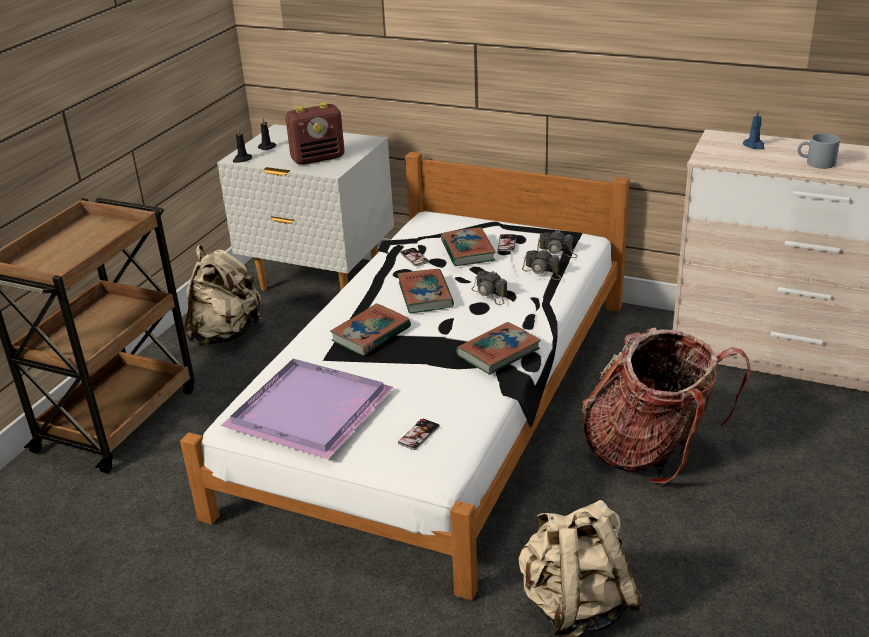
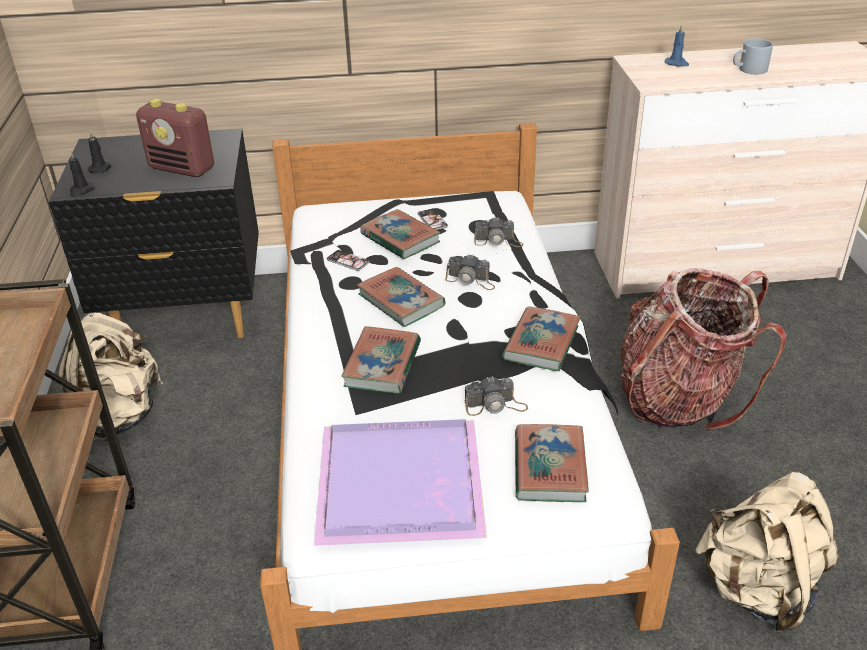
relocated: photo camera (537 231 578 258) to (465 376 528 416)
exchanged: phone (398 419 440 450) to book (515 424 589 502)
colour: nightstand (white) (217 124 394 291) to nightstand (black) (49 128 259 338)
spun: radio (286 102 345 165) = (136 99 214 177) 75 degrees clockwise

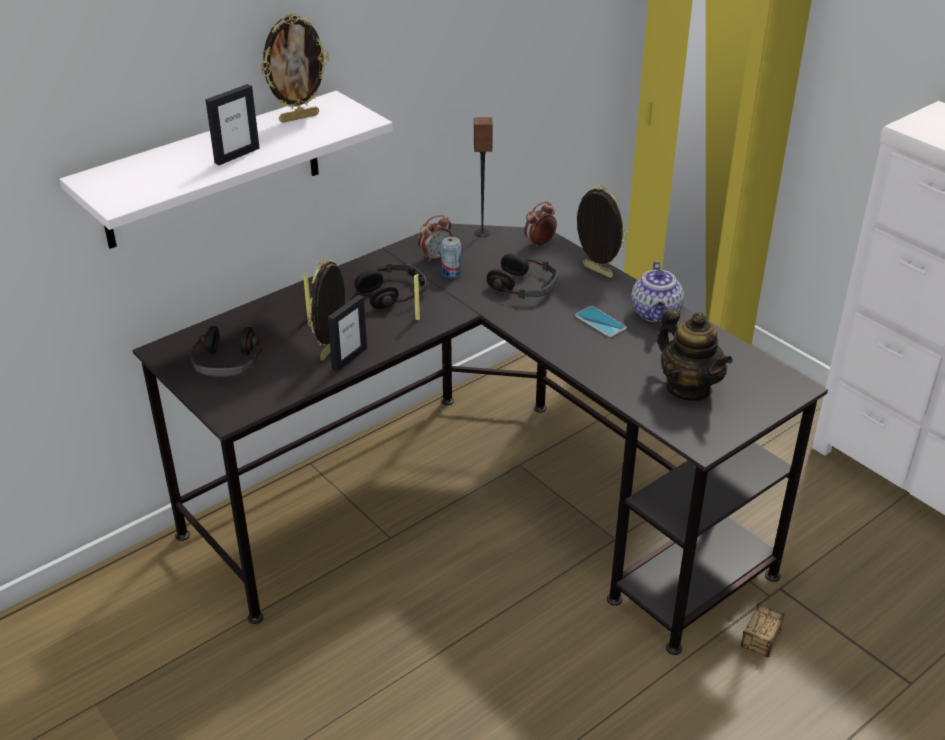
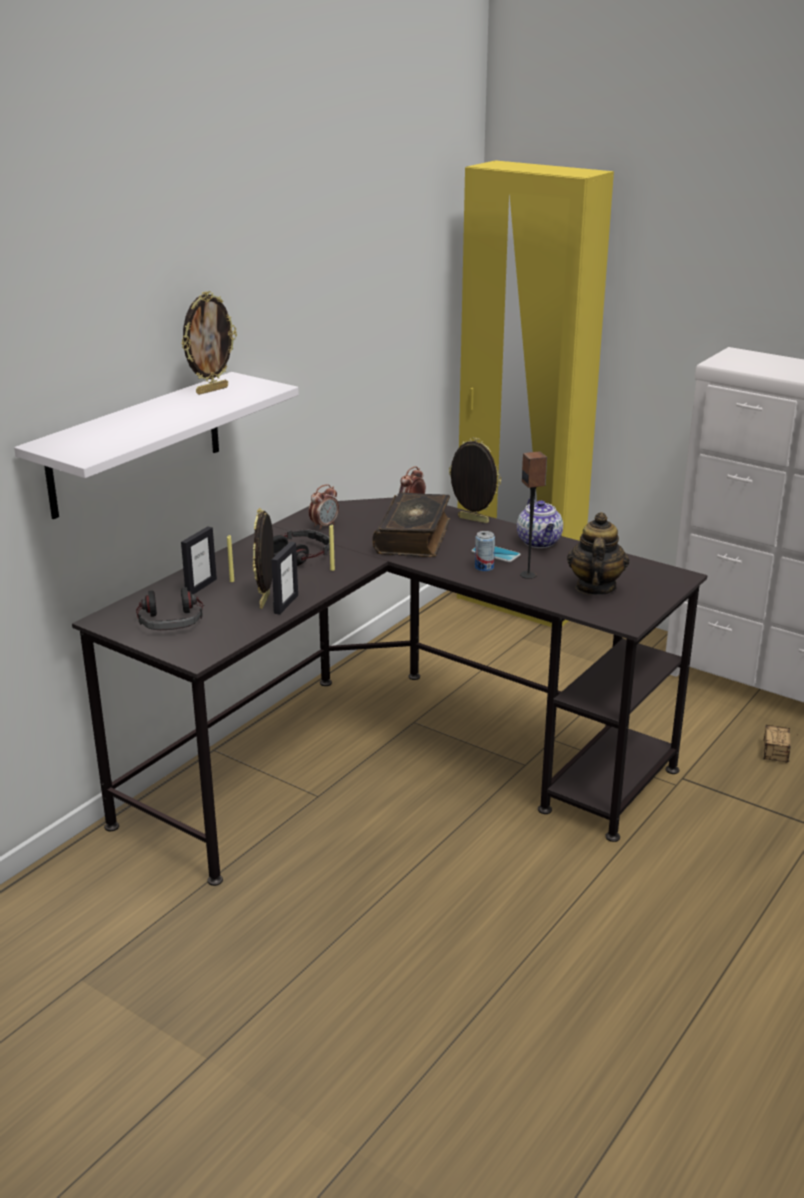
relocated: picture frame (206 84 260 165) to (181 526 217 594); can (441 237 461 278) to (475 531 495 572); speaker (474 117 493 237) to (520 451 547 579); storage box (741 604 785 657) to (763 725 798 763)
exchanged: headphones (486 254 558 299) to book (372 492 450 557)
spun: teapot (657 309 733 401) = (567 512 629 595) 120 degrees counterclockwise

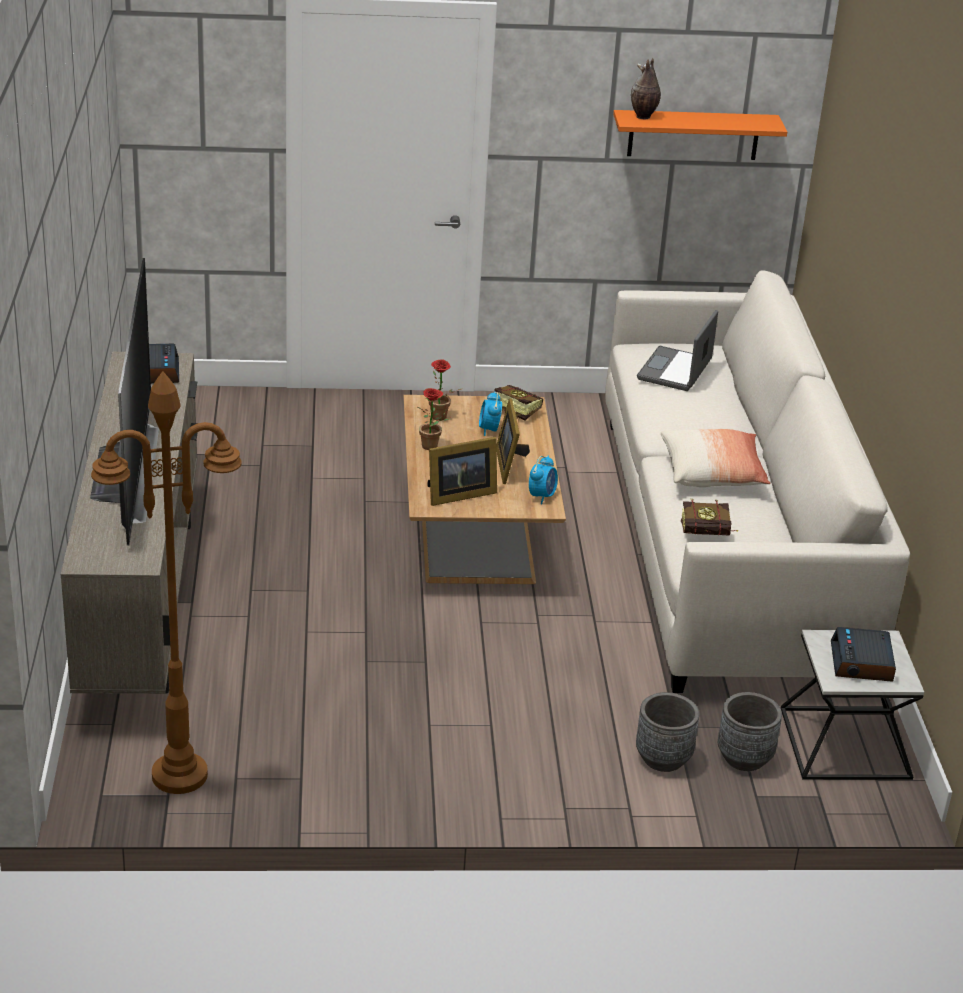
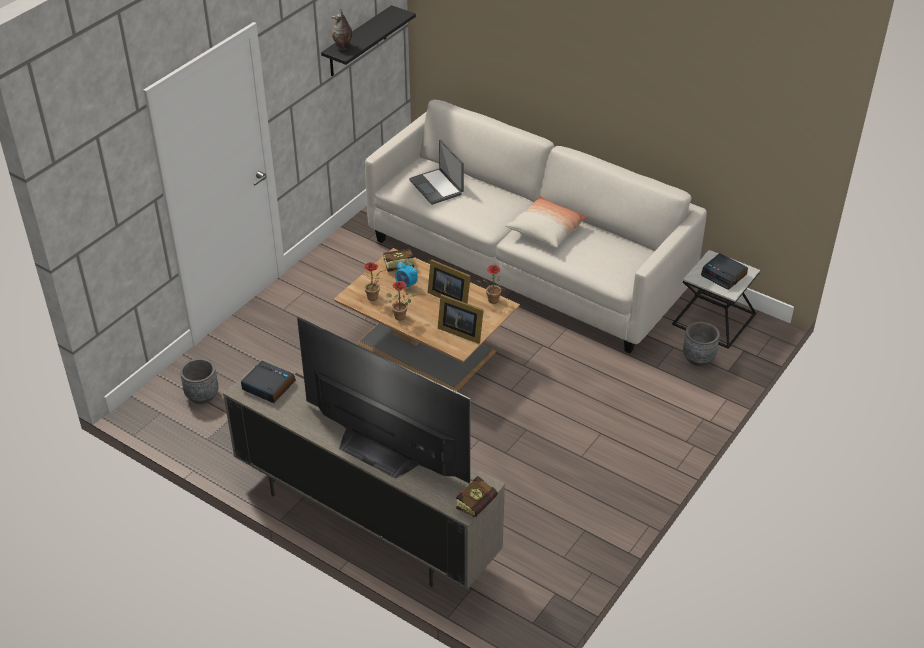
missing: floor lamp (brown) (91 371 242 794)
relocated: planter (grey) (636 692 699 772) to (180 358 219 404); book (681 499 738 536) to (456 476 498 517)
exchanged: alarm clock (529 456 558 504) to potted plant (477 265 506 304)
colour: shelf (orange) (613 110 787 160) to shelf (black) (321 5 416 76)
spun: picture frame (427 437 497 506) = (438 294 484 344) 105 degrees clockwise

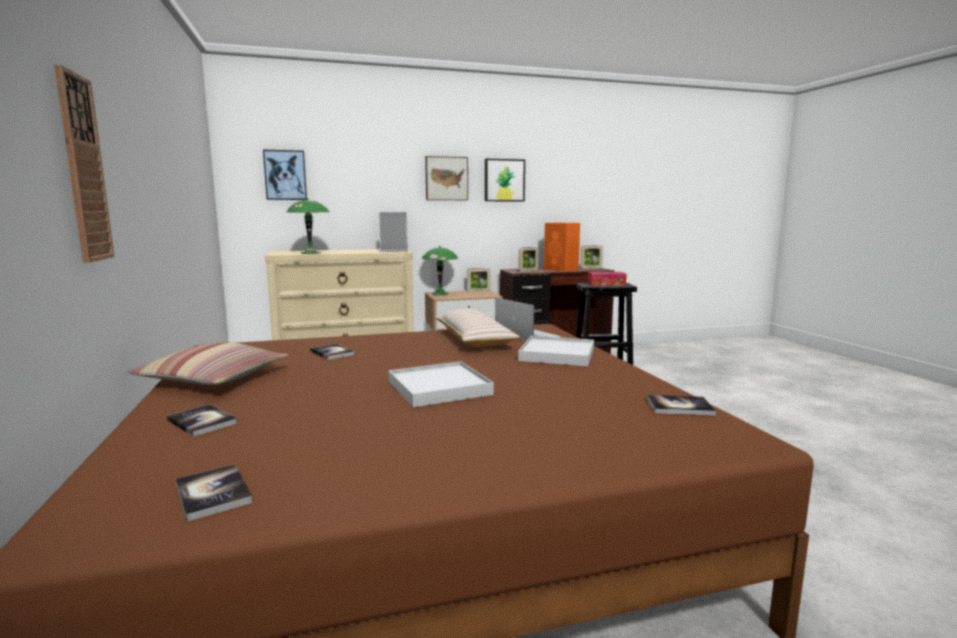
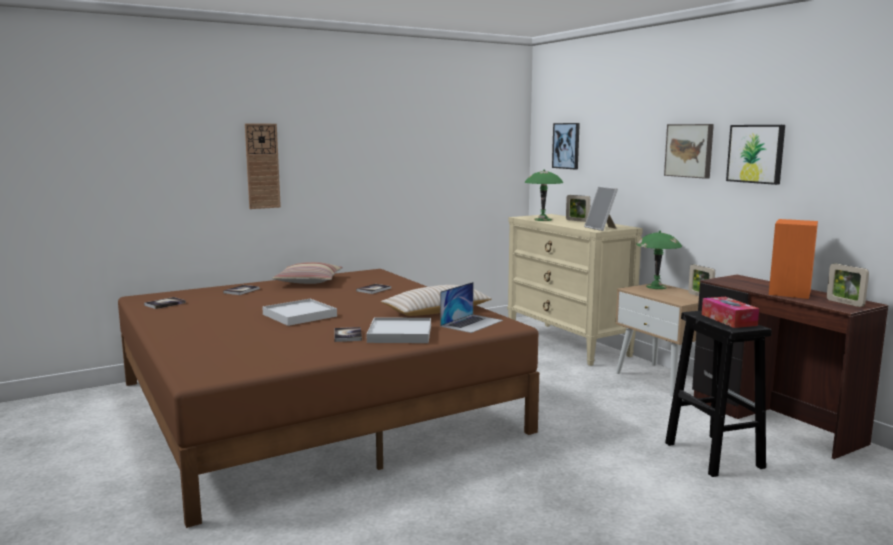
relocated: picture frame (518 247 539 272) to (566 195 590 222); book (647 395 716 416) to (335 327 362 342)

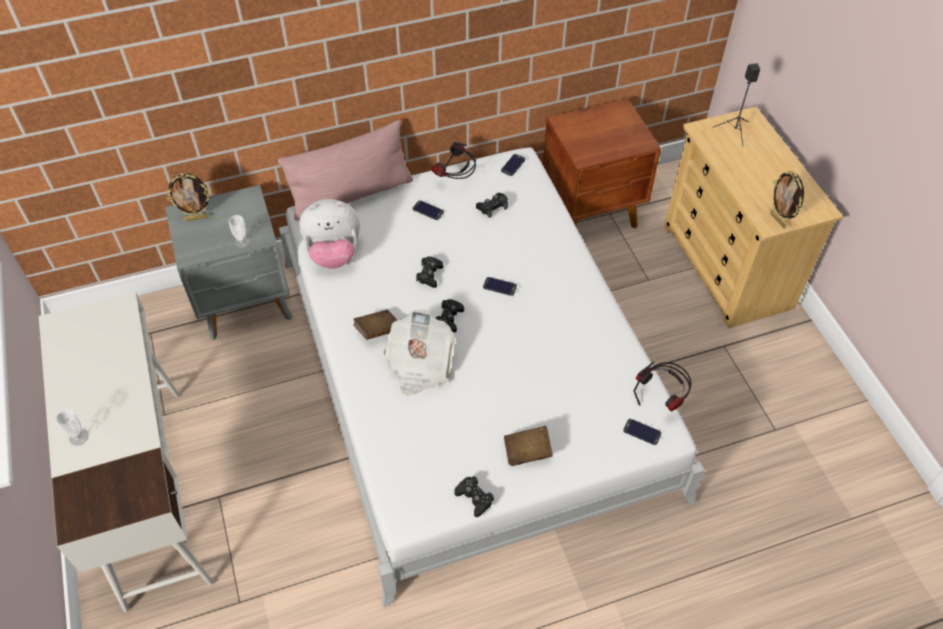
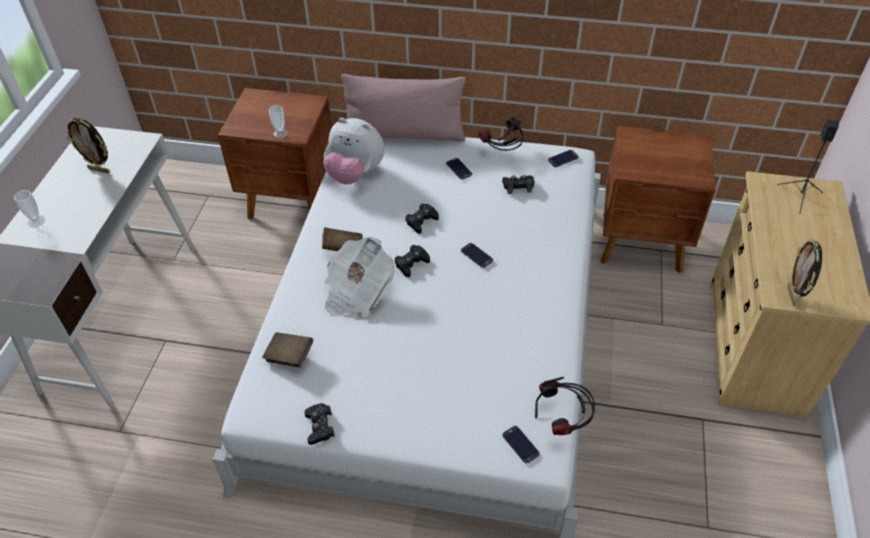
relocated: picture frame (167 173 211 221) to (66 117 110 173); book (brown) (504 426 553 466) to (262 332 313 368)
colour: nightstand (grey) (165 185 292 340) to nightstand (brown) (218 88 332 220)

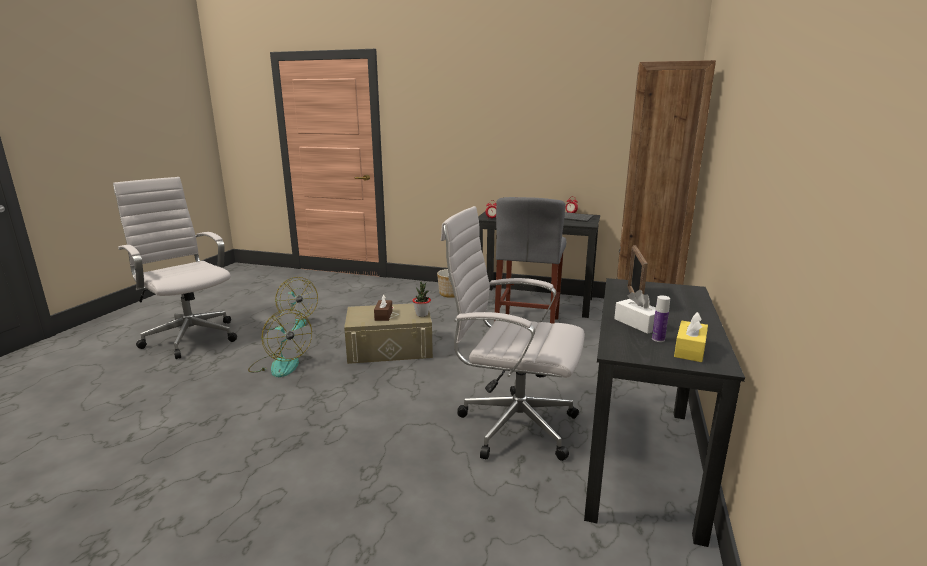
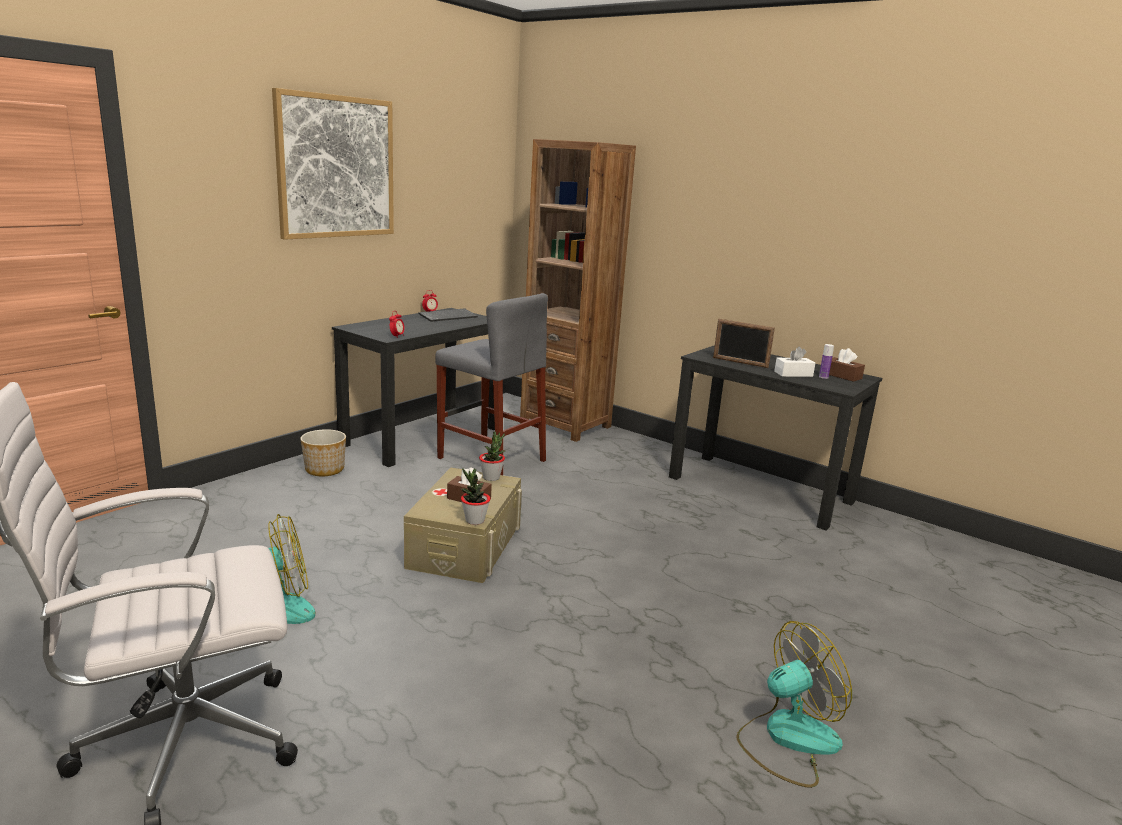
missing: office chair (white) (441 206 585 461)
appeared: picture (272 88 394 240); potted plant (461 468 490 525)
relocated: fan (248 309 312 377) to (737 621 852 788)
colour: tissue box (yellow) (674 312 708 362) to tissue box (brown) (829 348 865 382)

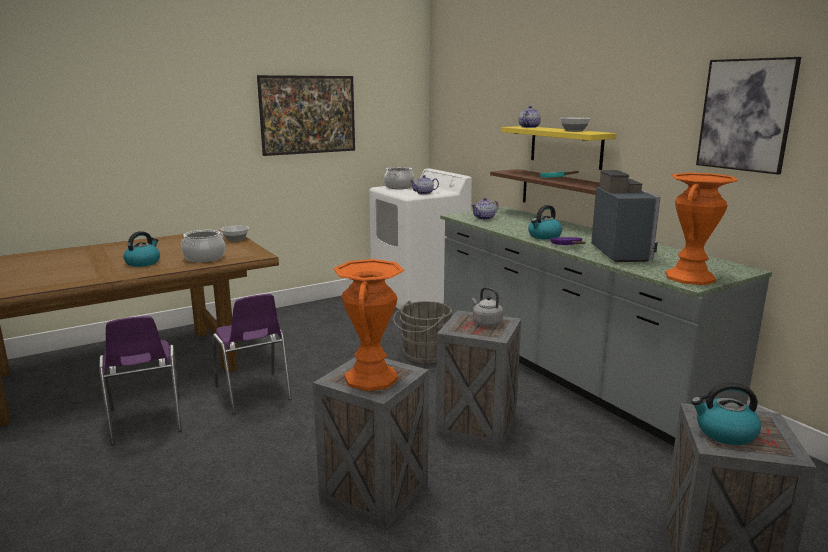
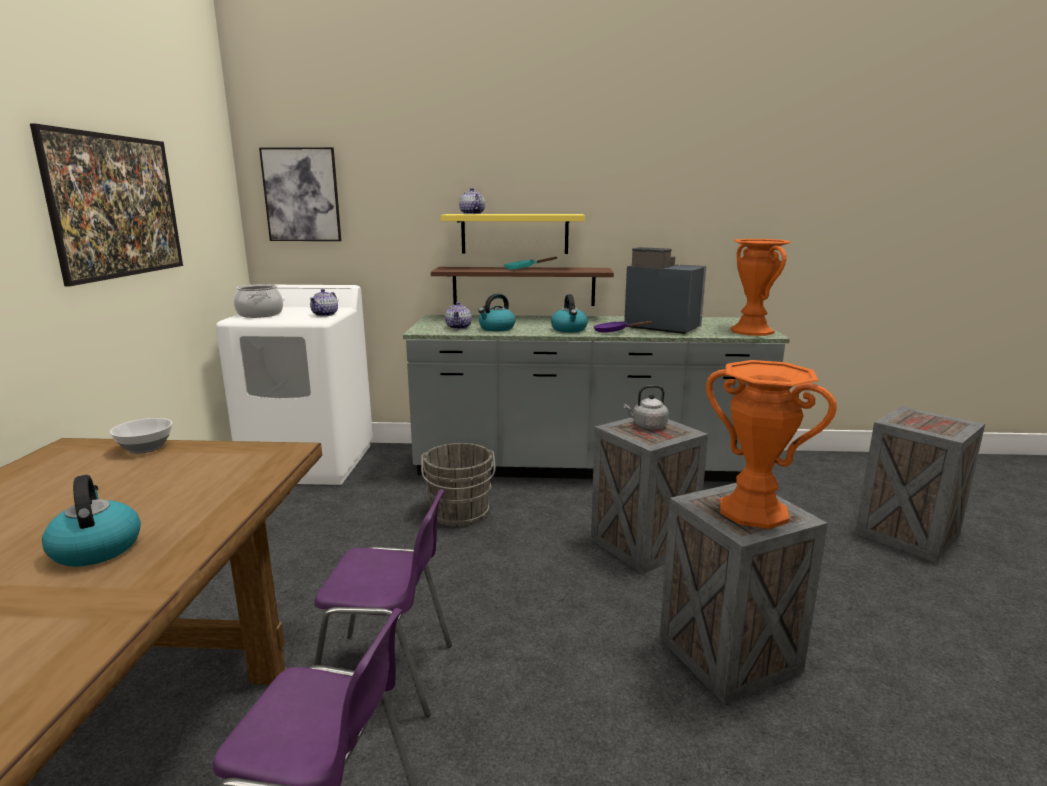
missing: cooking pot (181 230 225 263); bowl (560 117 591 132)
relocated: kettle (691 382 761 445) to (478 294 515 331); picture (696 57 801 175) to (259 147 341 241)

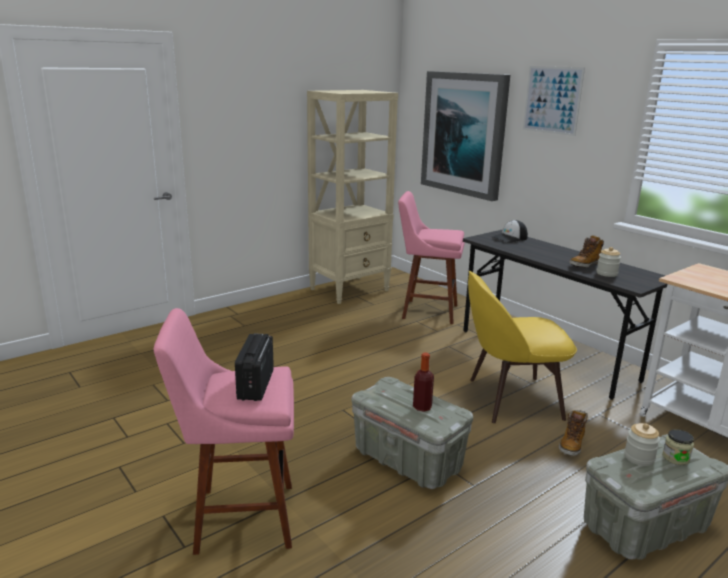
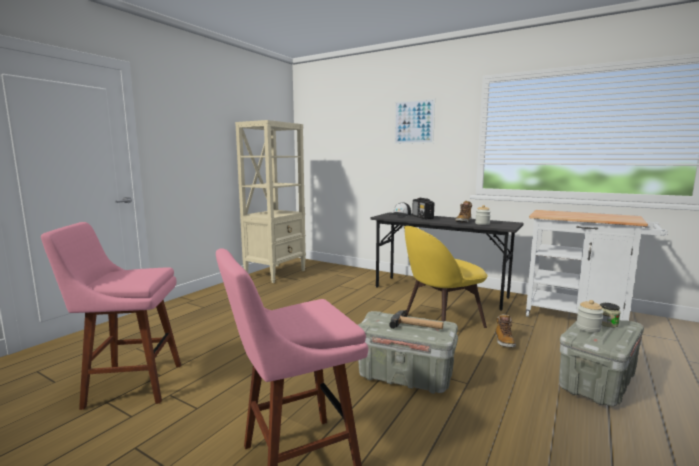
missing: picture (421 71 510 201)
relocated: radio (235 333 274 401) to (412 198 434 220); stool (pink) (398 191 465 324) to (41 222 181 410)
exchanged: bottle (413 352 434 412) to hammer (389 310 443 329)

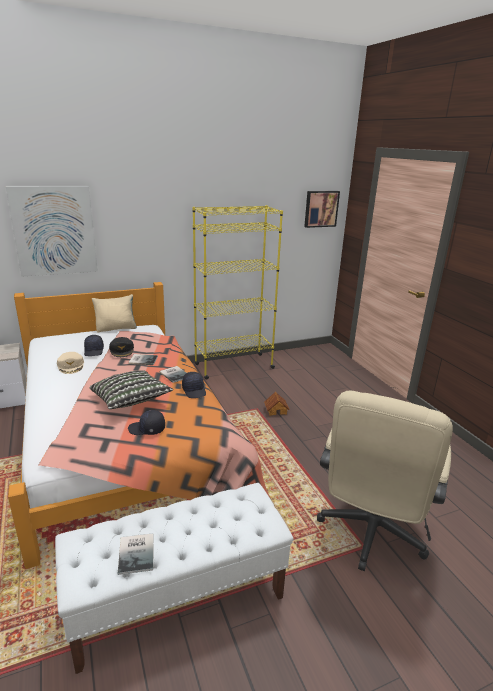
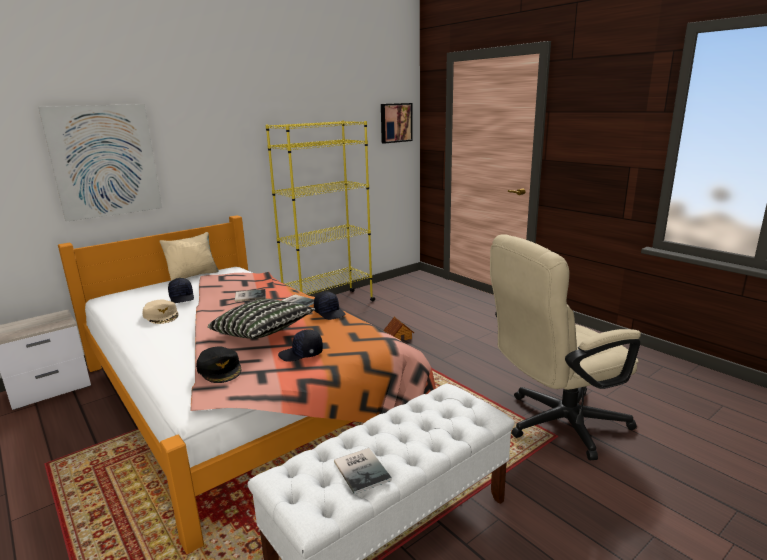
relocated: cap (black) (109 337 134 357) to (196 346 241 383)
spun: office chair (beige) (317 391 453 571) = (490 234 641 460) 60 degrees clockwise

